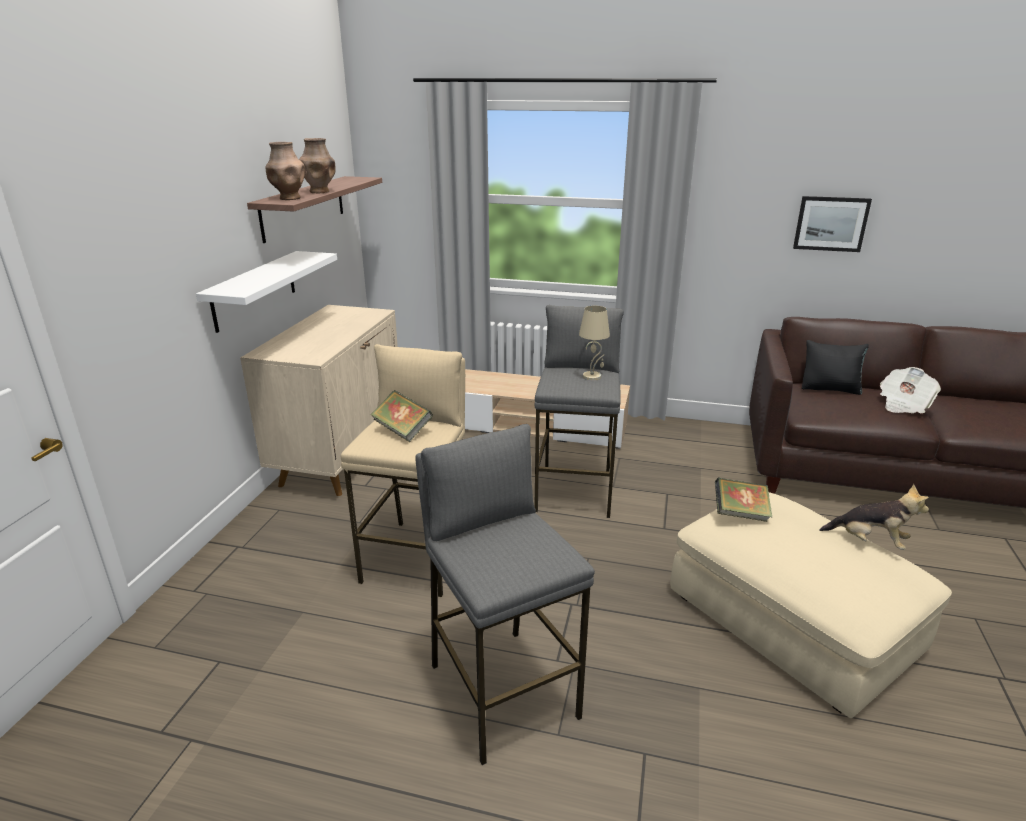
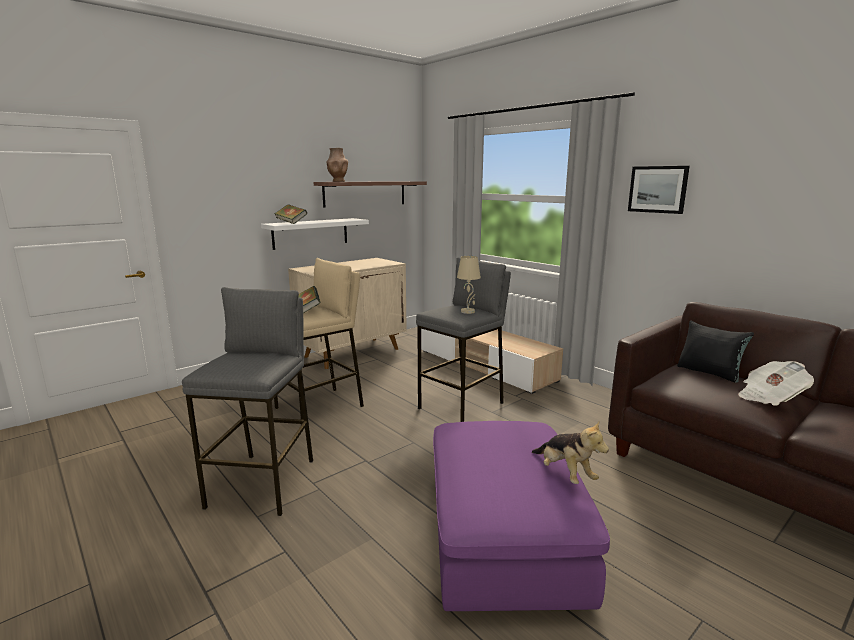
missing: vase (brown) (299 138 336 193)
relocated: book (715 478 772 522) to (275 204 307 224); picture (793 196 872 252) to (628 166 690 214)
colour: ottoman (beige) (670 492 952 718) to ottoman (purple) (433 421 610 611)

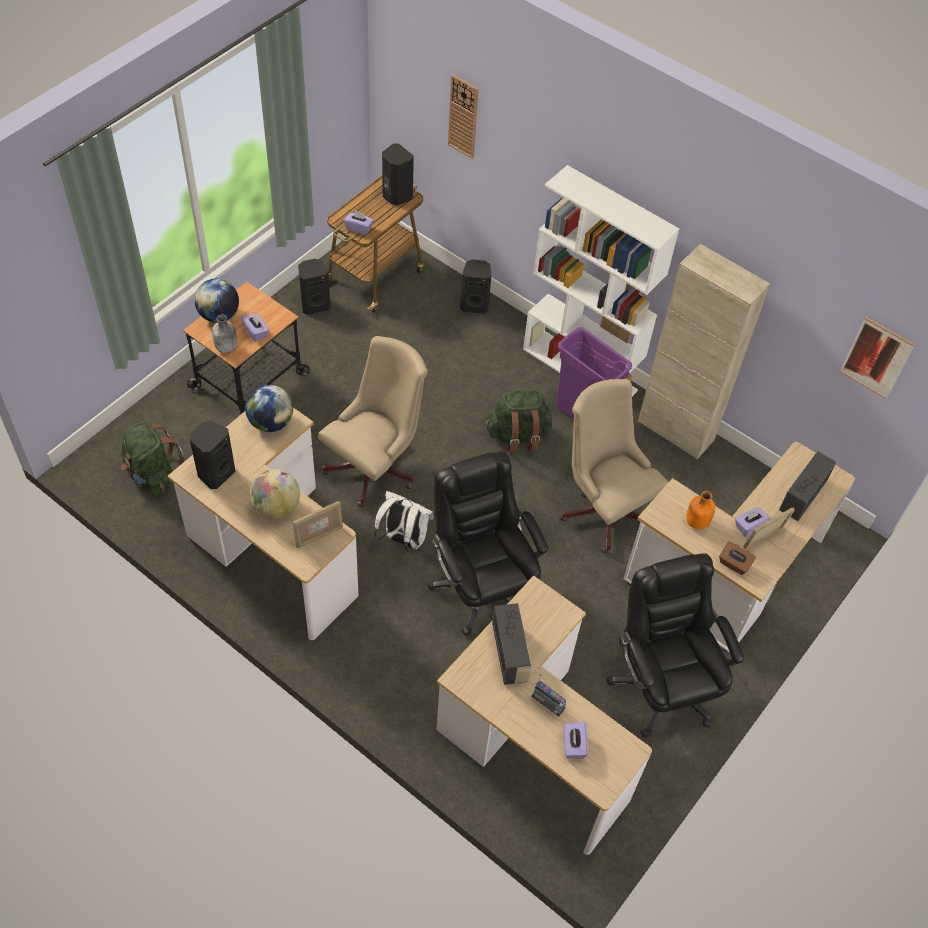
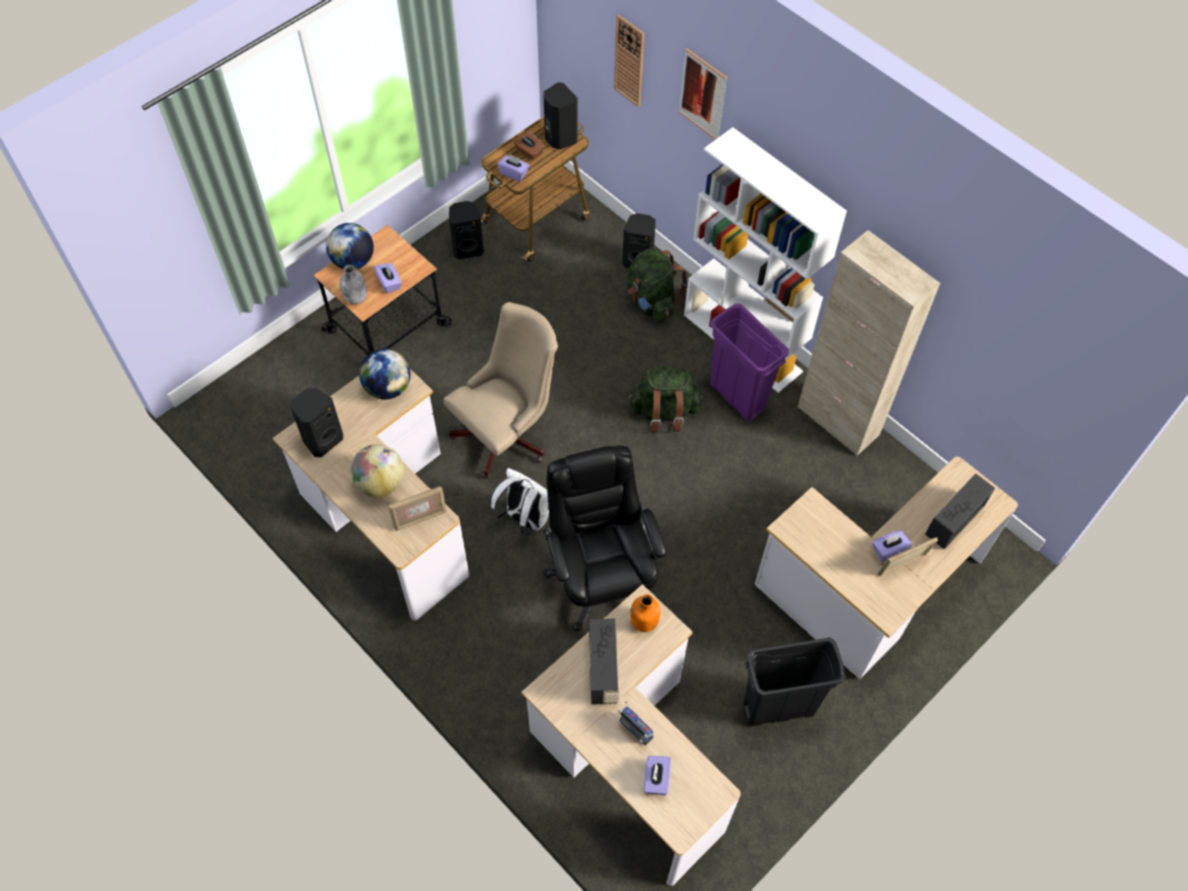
missing: office chair (beige) (560 379 669 553)
relocated: backpack (green) (121 422 185 496) to (627 248 688 322); bottle (orange) (686 491 715 529) to (630 594 661 632); tissue box (brown) (719 541 756 575) to (514 131 545 161); picture (840 317 915 399) to (679 48 727 139)
exchanged: office chair (black) (606 553 744 738) to trash can (black) (743 638 845 726)

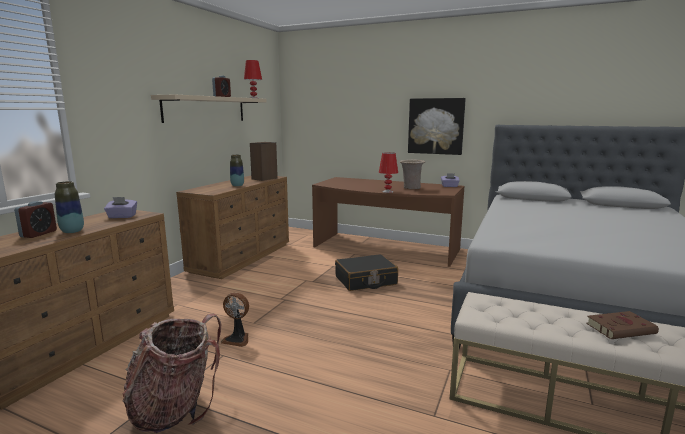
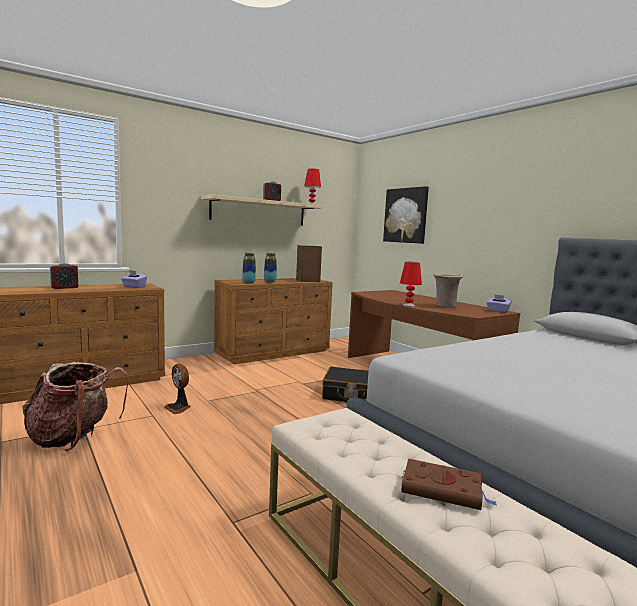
relocated: vase (55 181 84 233) to (242 253 256 284); picture (408 98 466 155) to (383 186 429 244)

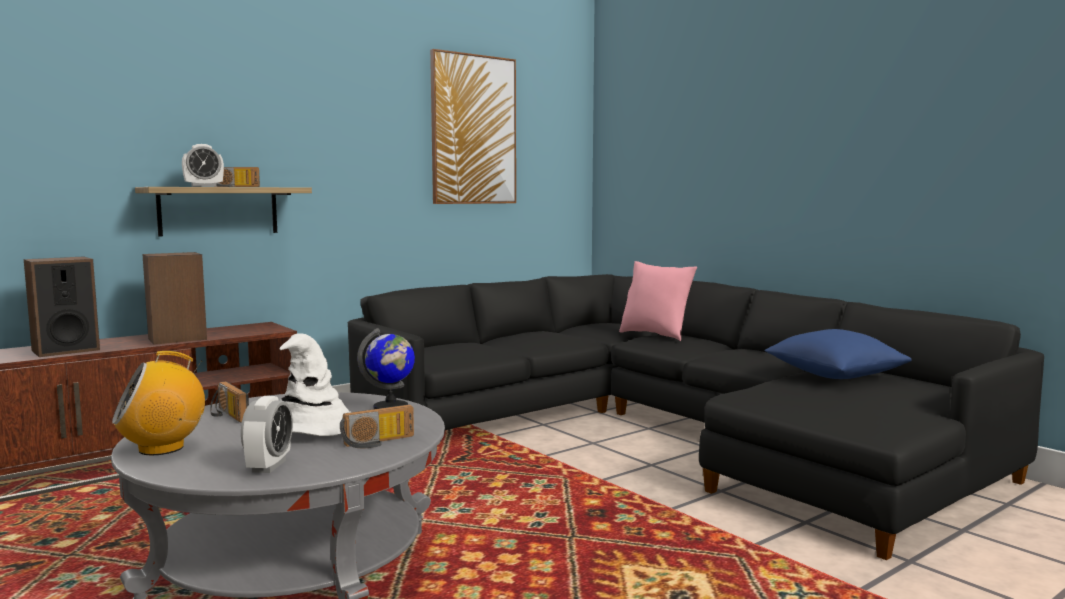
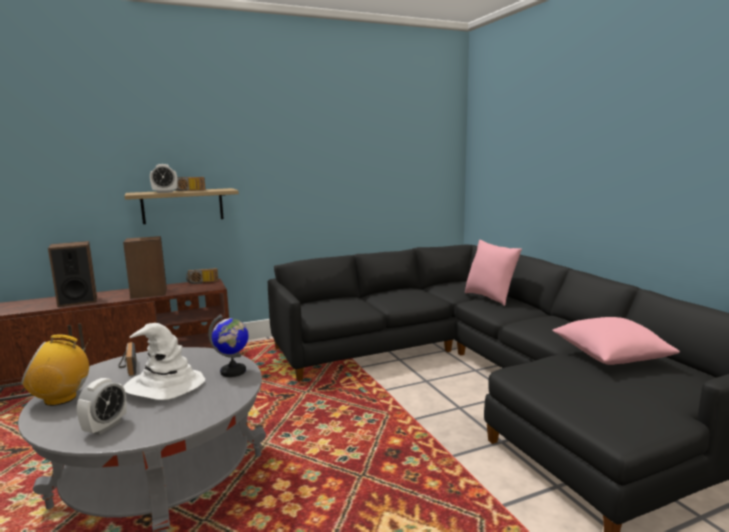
missing: picture (430 49 516 204)
relocated: radio (340 405 414 448) to (186 268 218 284)
colour: pillow (blue) (765 329 912 379) to pillow (pink) (552 317 680 365)

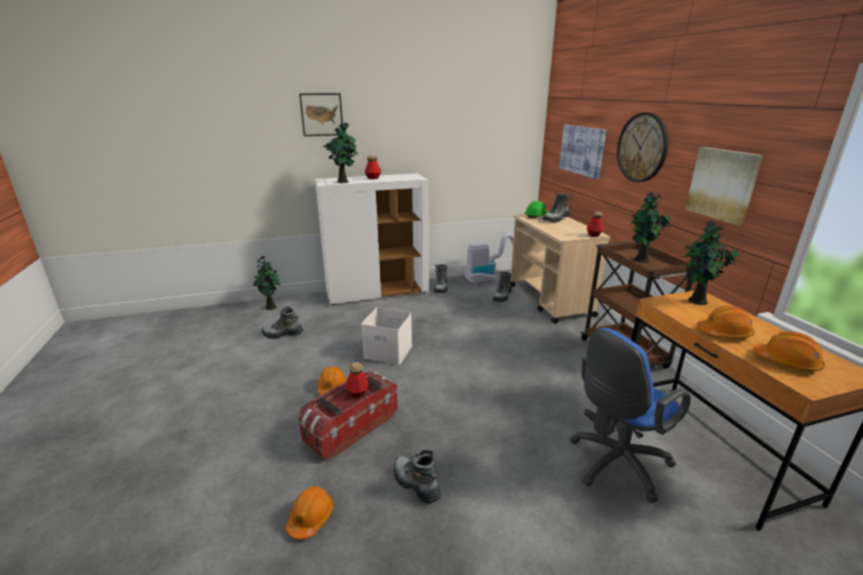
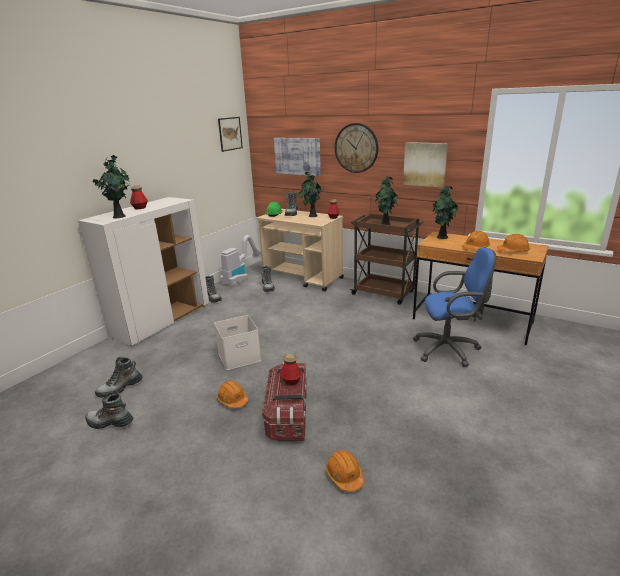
relocated: potted plant (253 256 280 310) to (298 172 323 217); picture (299 93 343 136) to (218 117 243 152); boot (394 450 441 504) to (85 390 133 429)
spun: office chair (blue) (570 328 691 503) = (413 248 496 367) 105 degrees counterclockwise

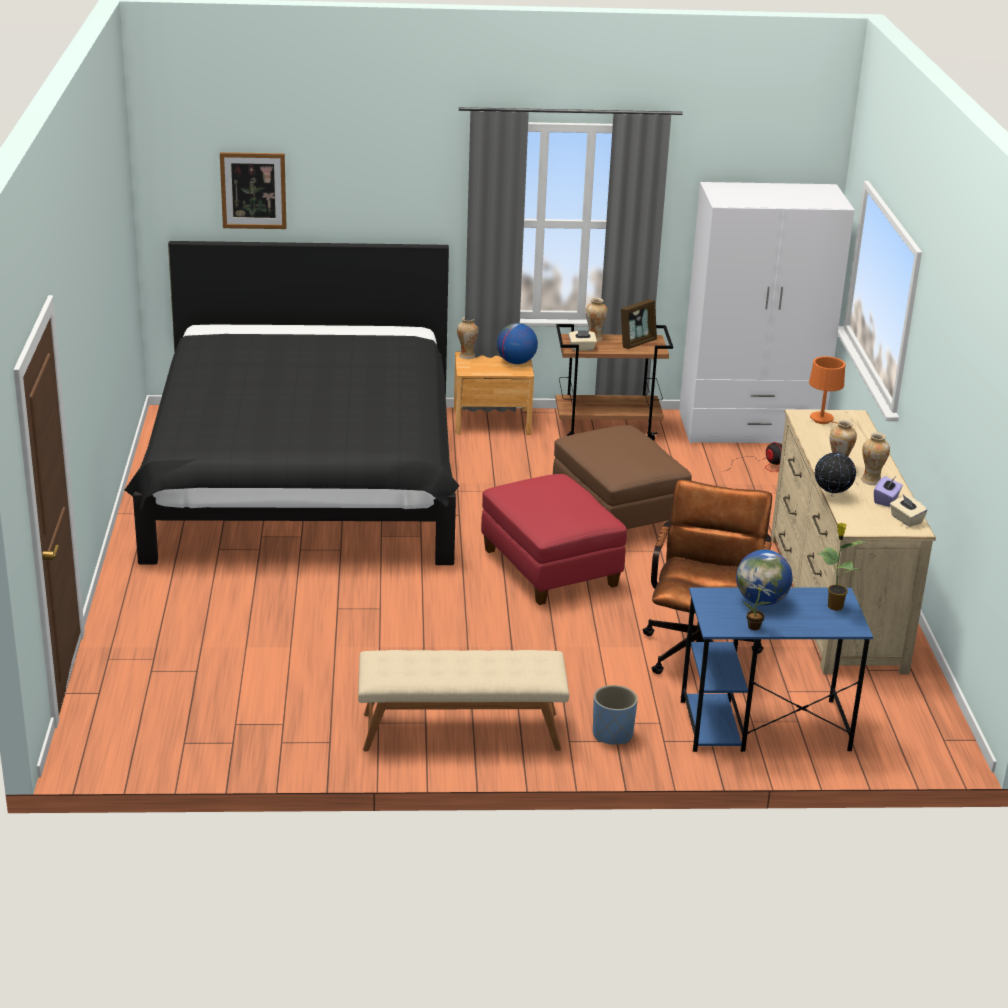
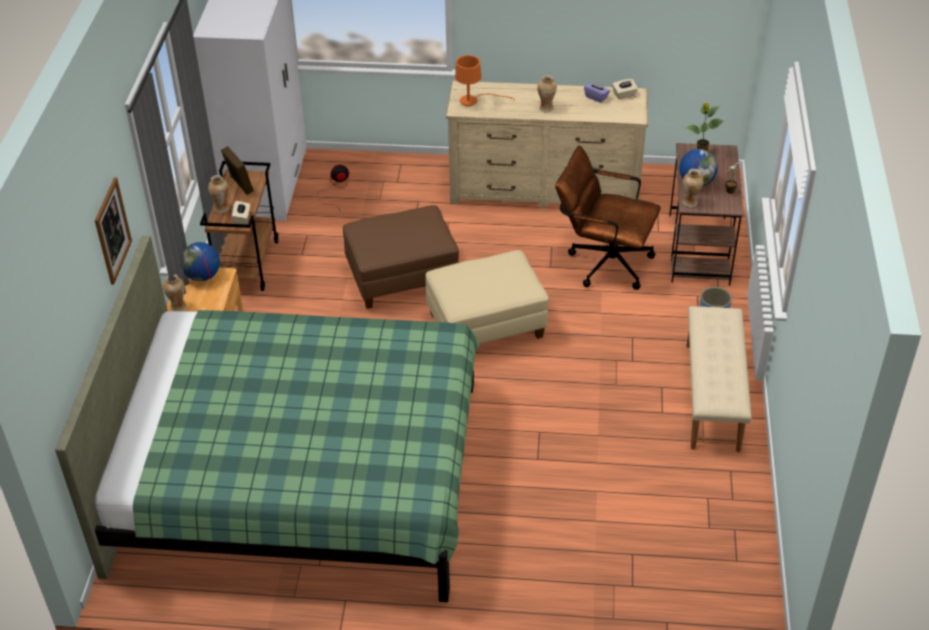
missing: globe (815 451 856 497)
relocated: picture (220 152 287 229) to (95 177 132 285); vase (861 432 890 485) to (682 169 704 207)
colour: bed (black) (125 241 460 565) to bed (green) (55 236 479 602); ottoman (red) (481 474 627 605) to ottoman (beige) (425 250 549 344); desk (blue) (680 587 873 752) to desk (brown) (669 143 744 285)

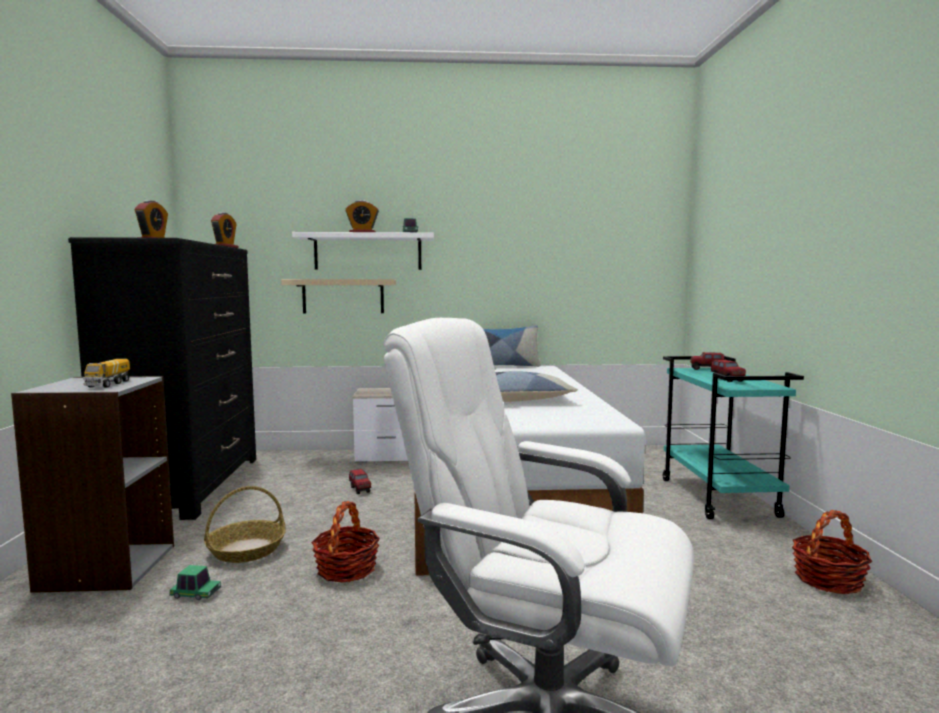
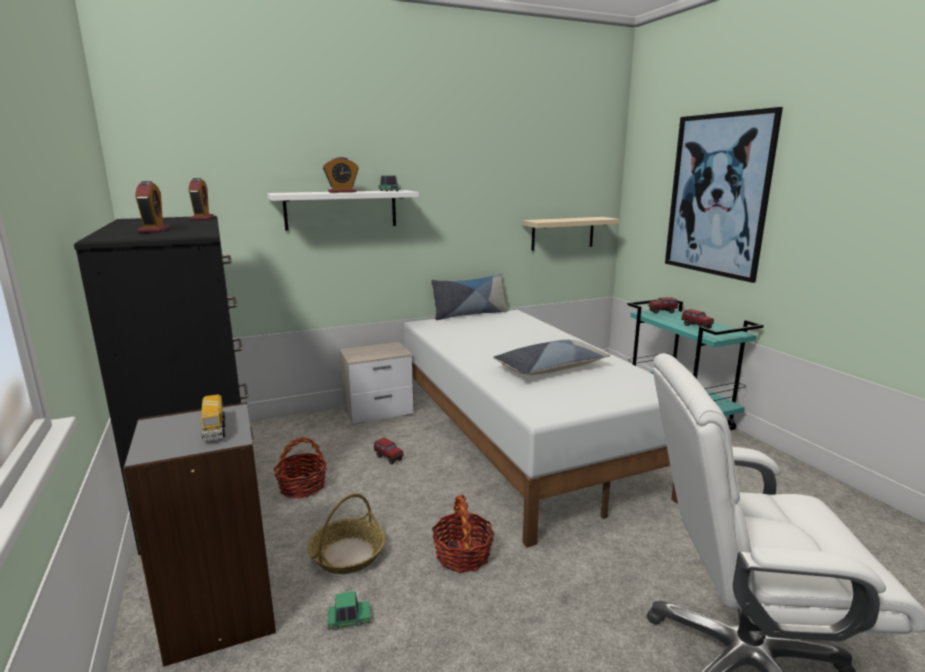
appeared: picture (665 107 783 283)
relocated: shelf (beige) (281 279 396 314) to (522 217 620 251); basket (792 510 872 594) to (274 437 327 498)

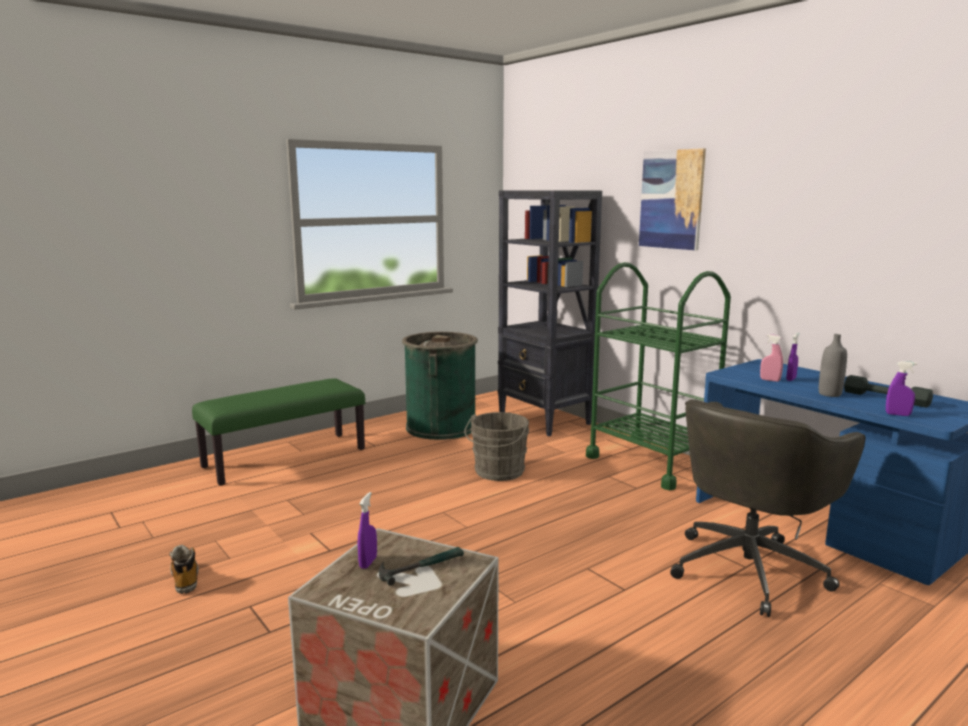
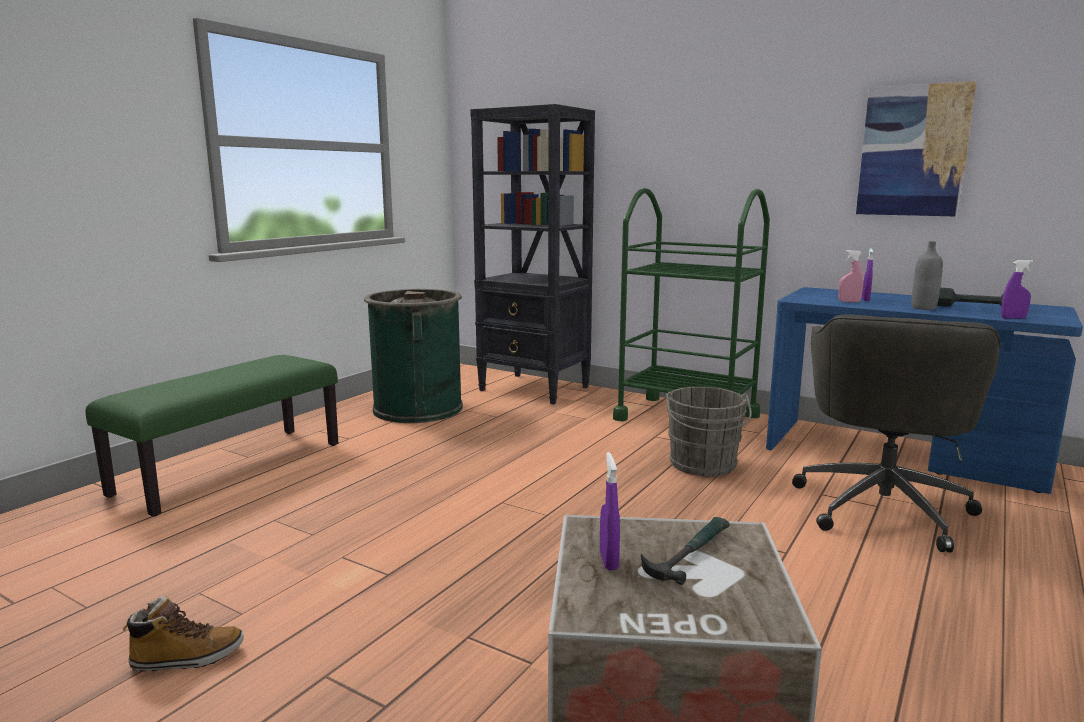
relocated: bucket (grey) (464 412 530 481) to (666 387 752 476); picture (639 148 706 250) to (856 81 977 217)
spun: boot (169 545 199 594) = (123 596 244 671) 120 degrees clockwise

